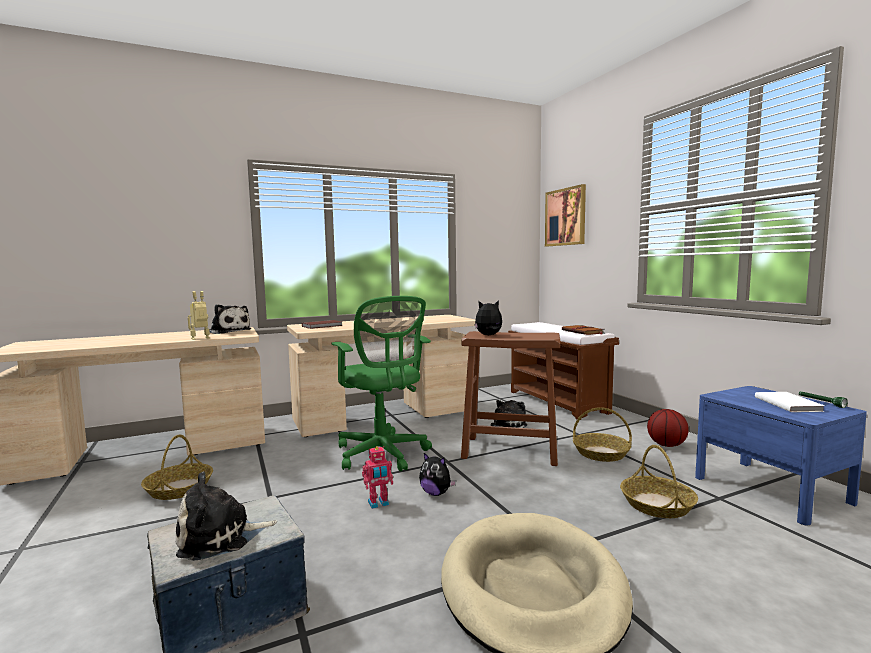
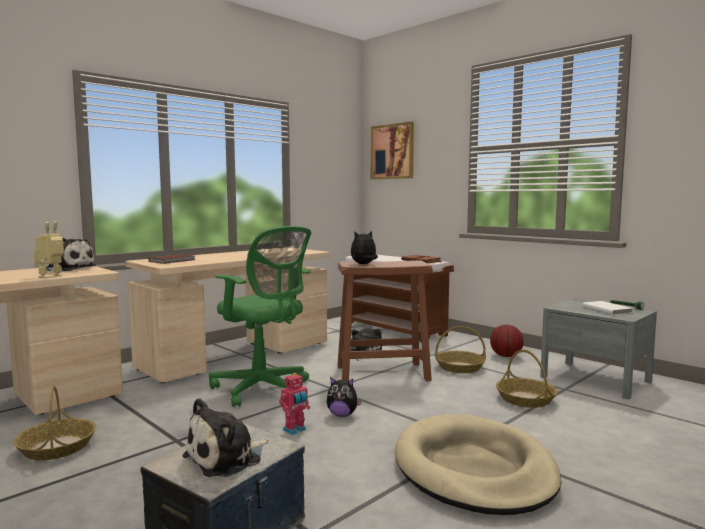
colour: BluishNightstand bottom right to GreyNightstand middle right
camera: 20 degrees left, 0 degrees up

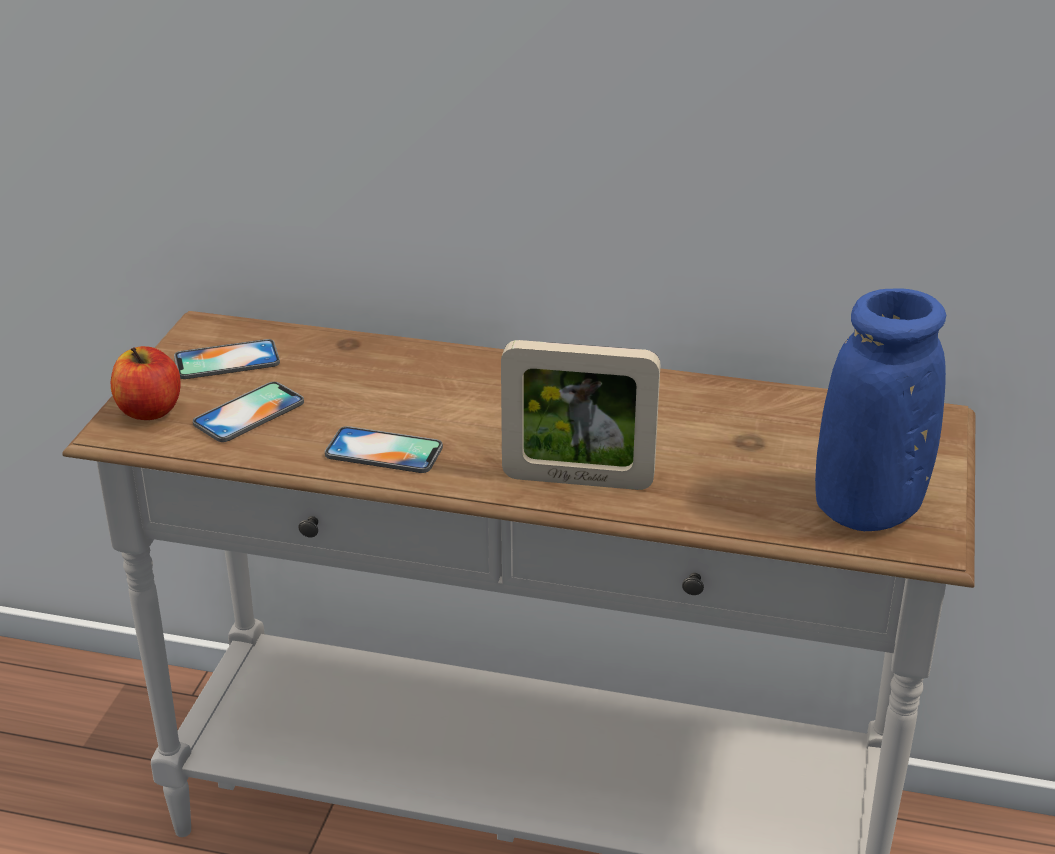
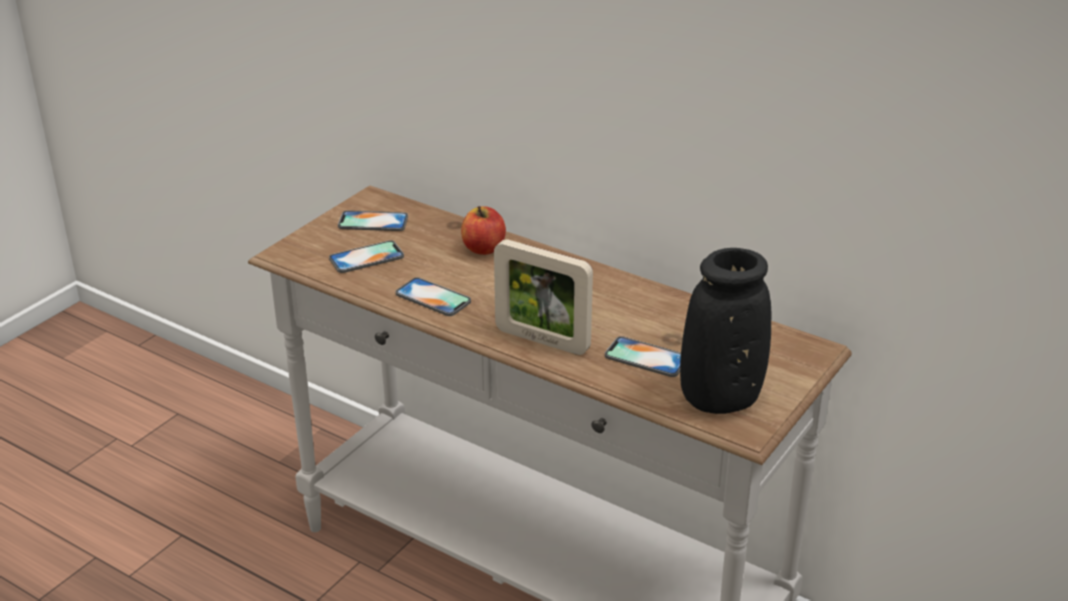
appeared: Handset (no. 4 from left) centre
relocated: WholeApple middle left to centre
colour: BluishVase middle right to BlackishVase middle right
camera: 20 degrees right, 0 degrees up

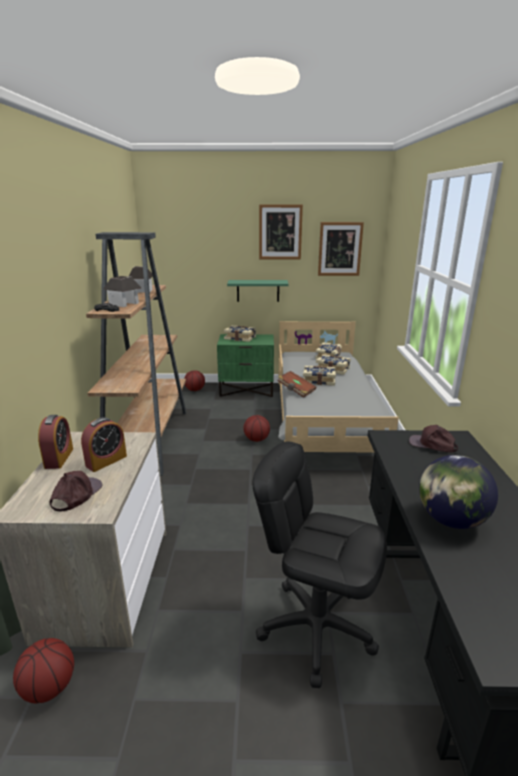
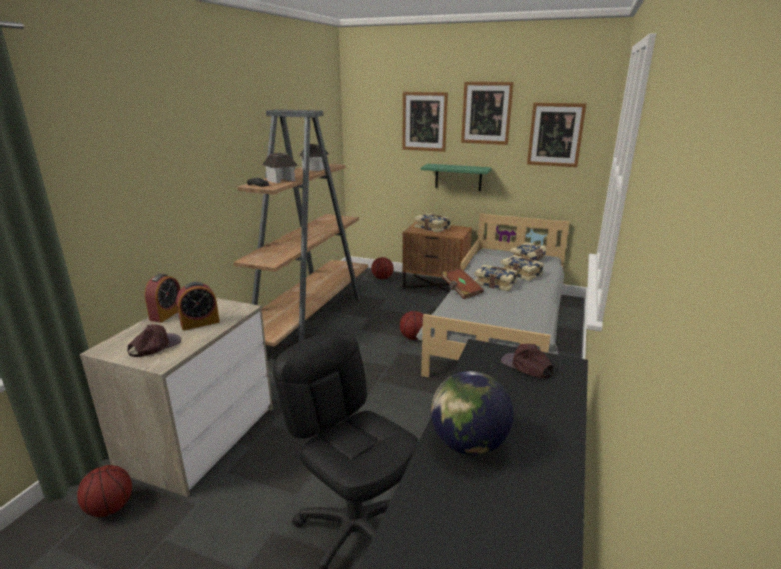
appeared: WallPicture (no. 1 from left) top centre
colour: GreenNightstand centre to BrownColouredNightstand centre
camera: 20 degrees right, 0 degrees up

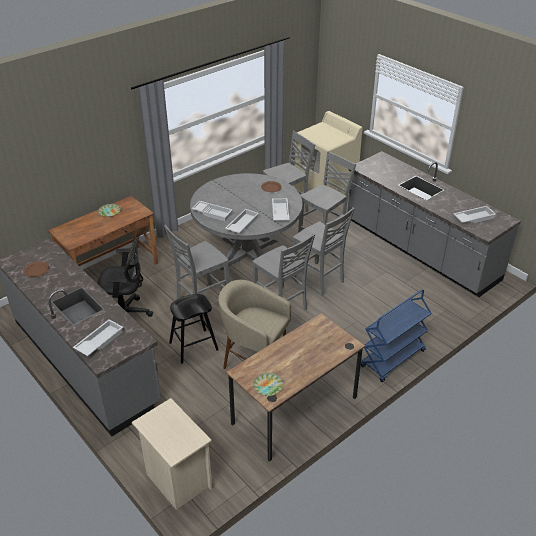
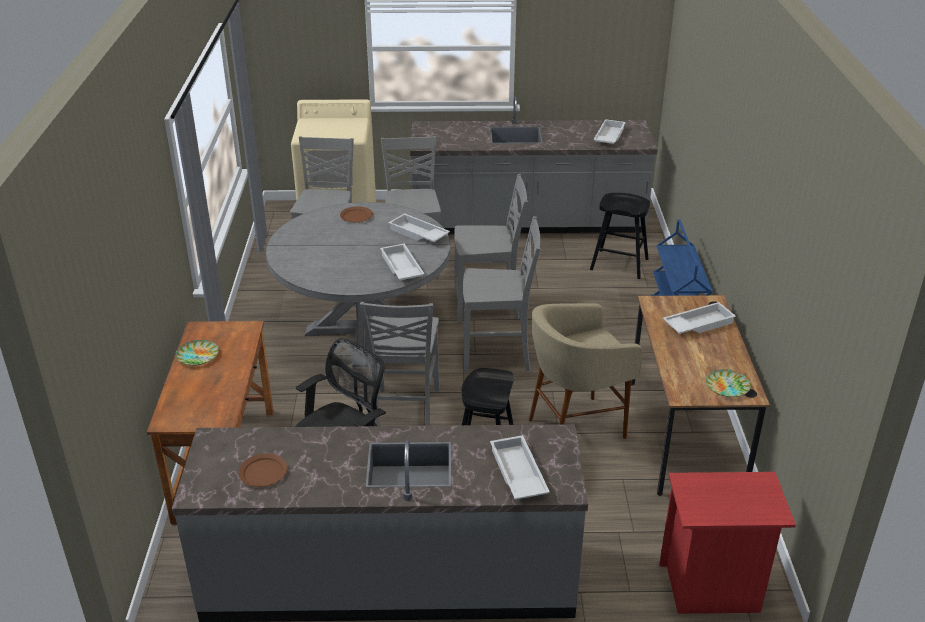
appeared: BlackishStool (no. 2 from left) middle right
relocated: WhitishCarryingTray (no. 2 from left in the first image) centre to WhitishCarryingTray (no. 5 from left) middle right
colour: BeigeNightstand bottom left to ReddishNightstand bottom right
camera: 50 degrees left, 5 degrees down

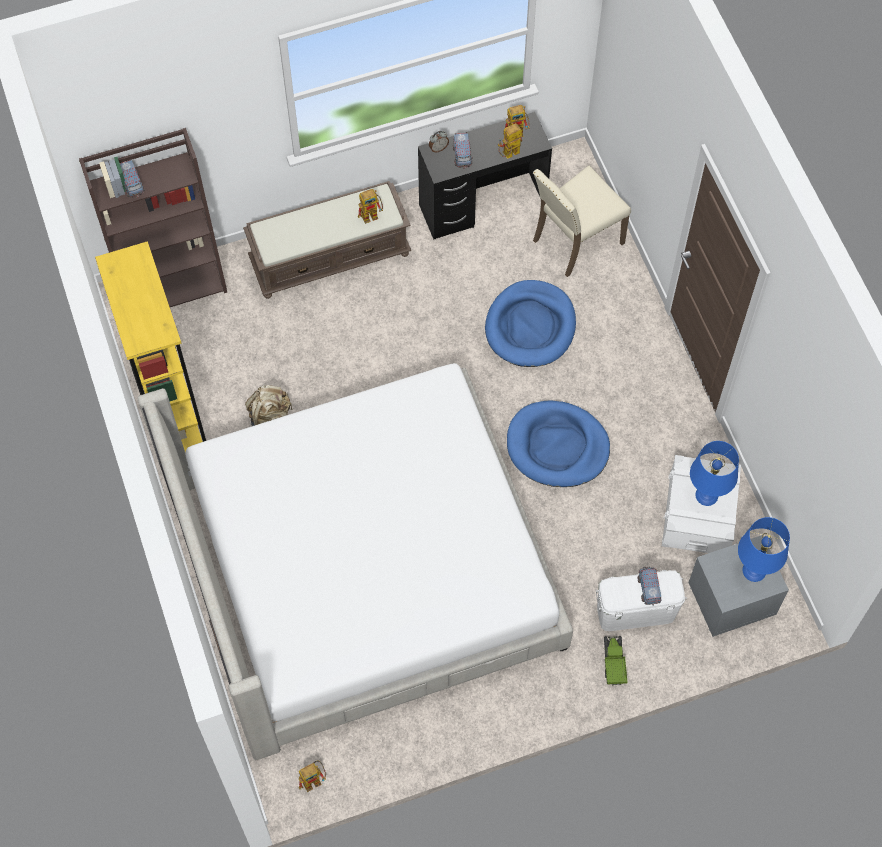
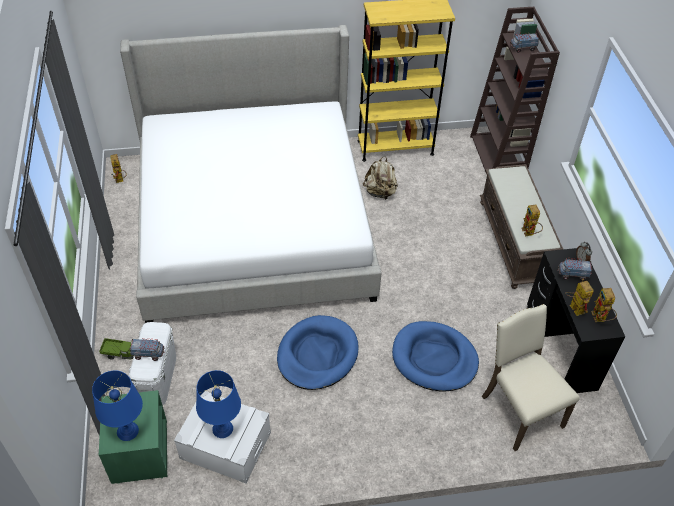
colour: GreyNightstand bottom right to GreenNightstand bottom left
camera: 100 degrees right, 15 degrees down

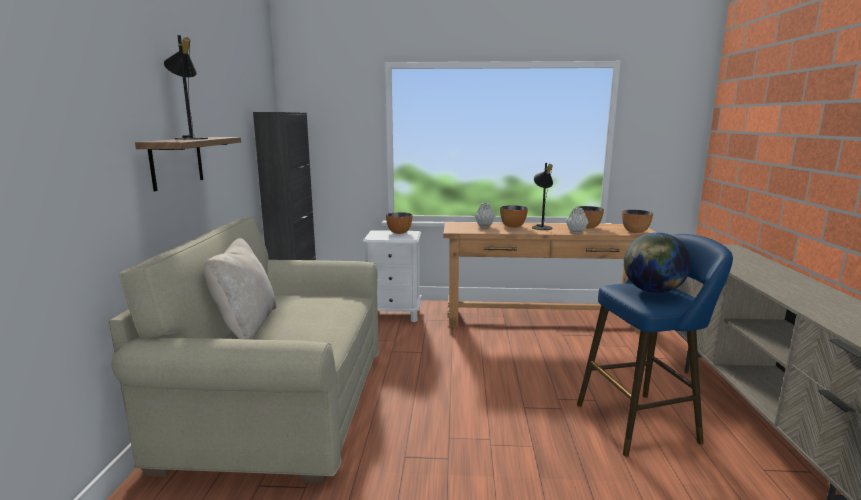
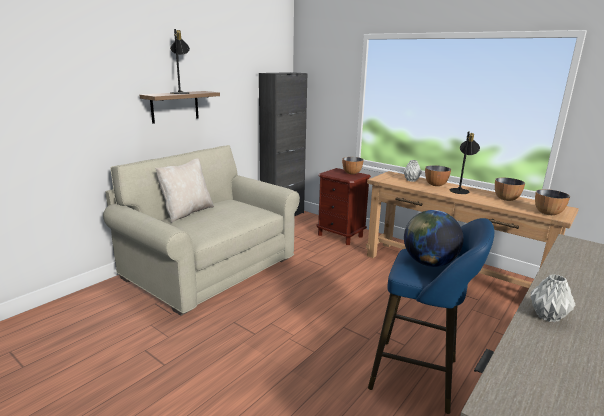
relocated: GreyVase (no. 2 from left) middle right to bottom right
colour: WhitishNightstand centre to BrownColouredNightstand centre
camera: 35 degrees right, 5 degrees up

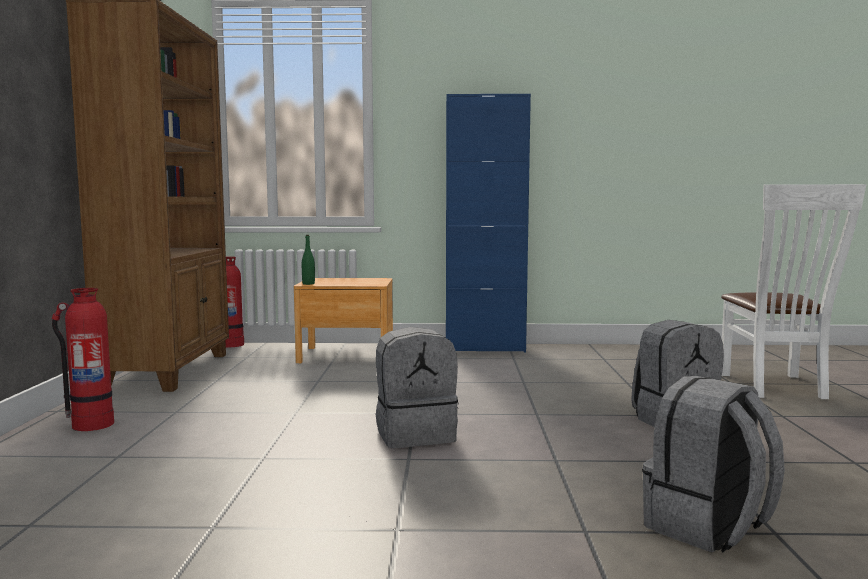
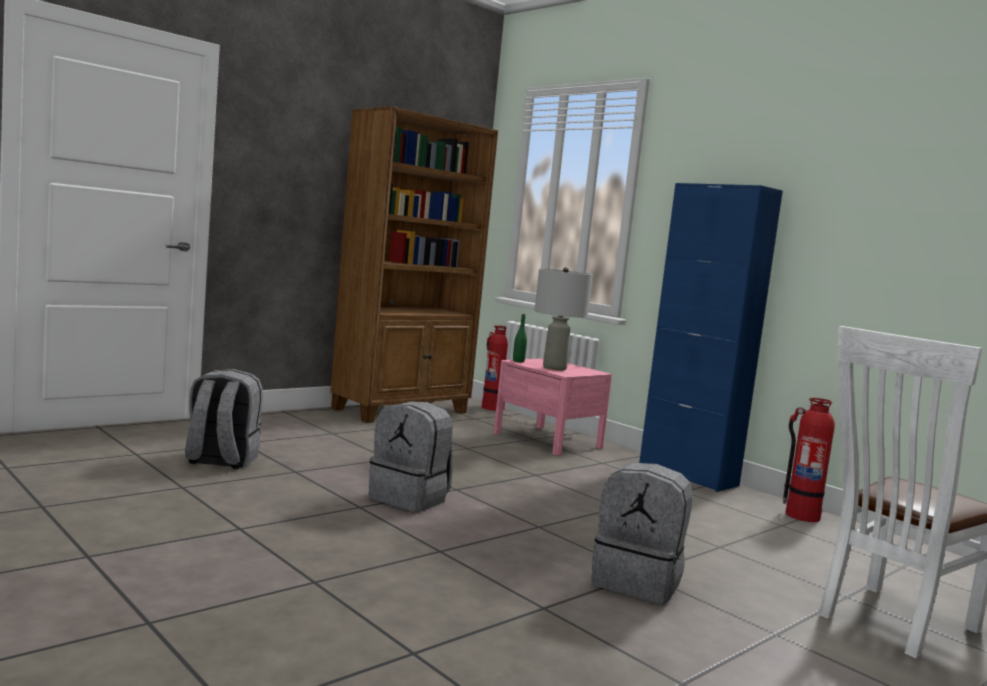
appeared: GreyTabletopLamp centre
relocated: FireFightingCylinder (no. 1 from left in the first image) middle left to FireFightingCylinder (no. 2 from left) bottom right; GreyKnapsack (no. 3 from left in the first image) bottom right to GreyKnapsack (no. 1 from left) middle left
colour: BrownColouredNightstand centre to PinkNightstand centre
camera: 45 degrees right, 0 degrees up

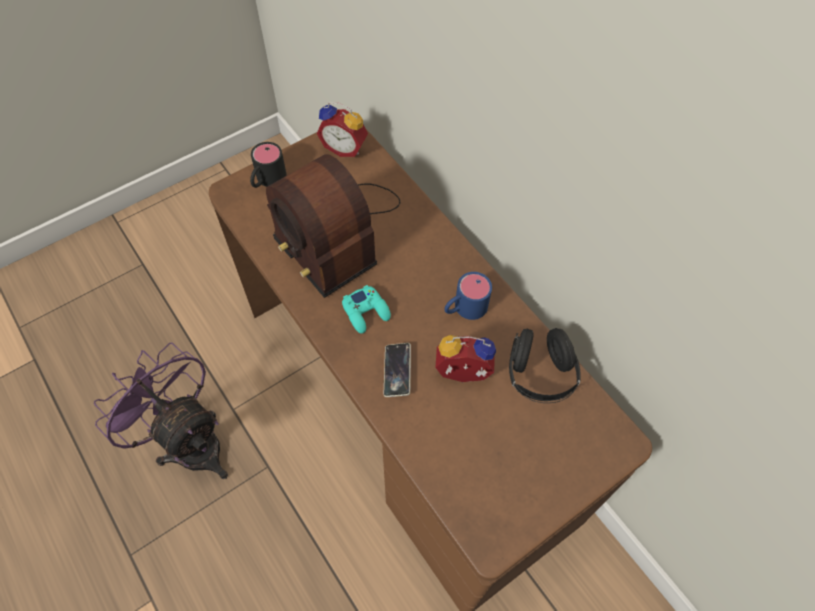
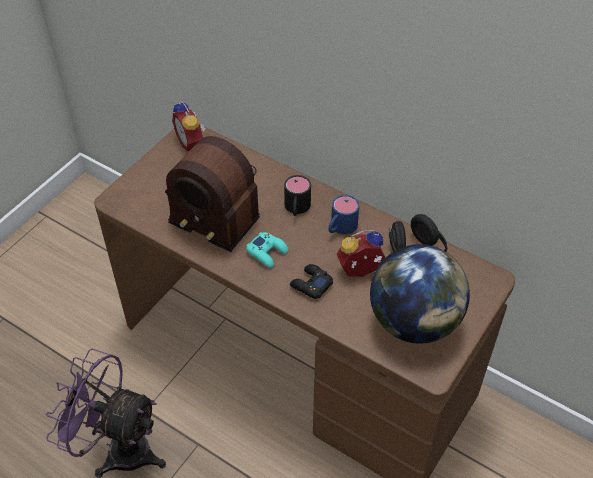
appeared: Globe middle right
relocated: BlackishCoffeeMug top left to centre
exchanged: Handset centre to BlackishGameController centre
spun: AlarmClock (no. 1 from left) top centre = top left 60 degrees clockwise
camera: 20 degrees left, 10 degrees down

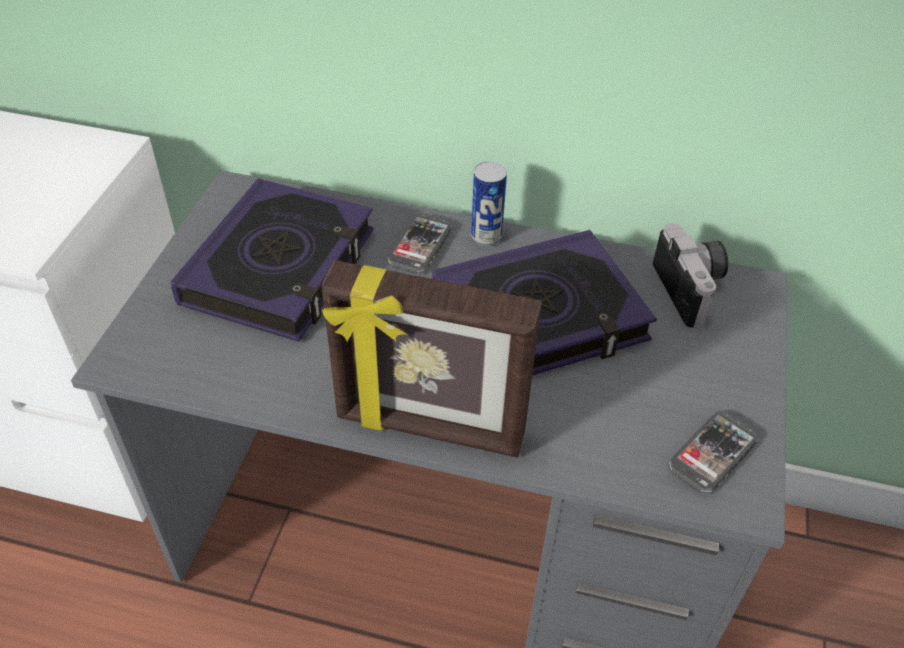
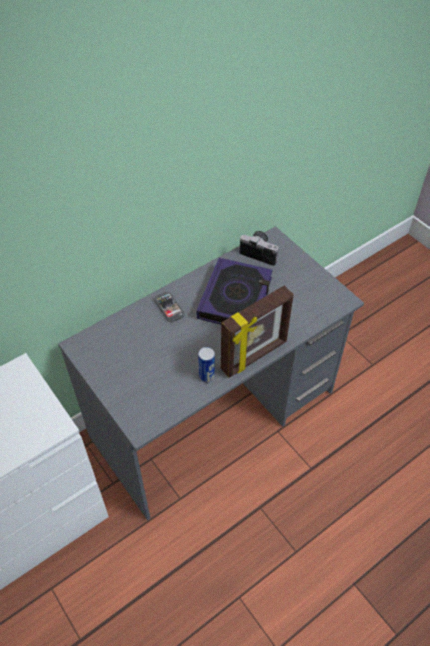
missing: Volume (no. 1 from left) middle left; Handset (no. 2 from left) bottom right
relocated: MetalCan top centre to centre
camera: 50 degrees left, 5 degrees up

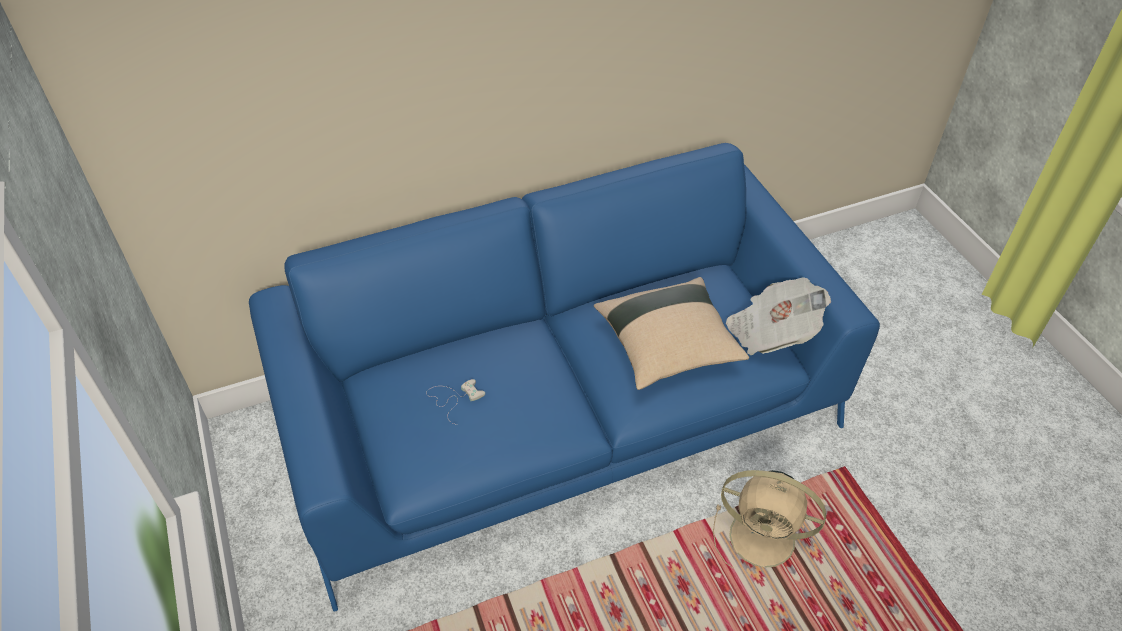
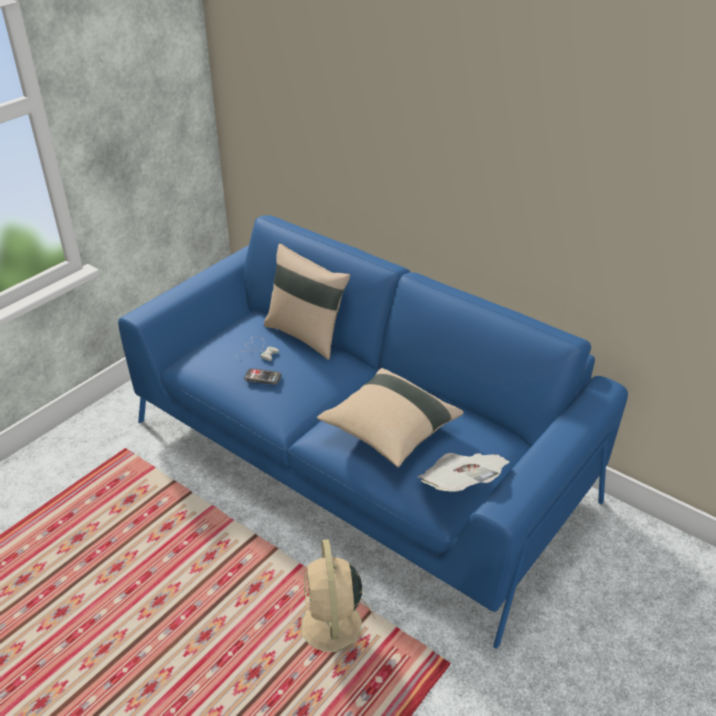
appeared: BeigePillow (no. 1 from left) centre; Handset centre
camera: 60 degrees right, 10 degrees down

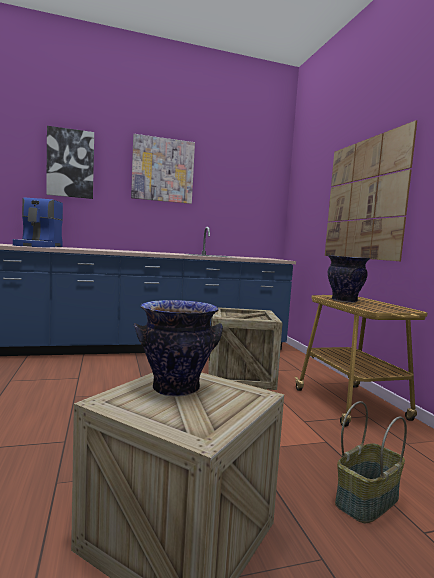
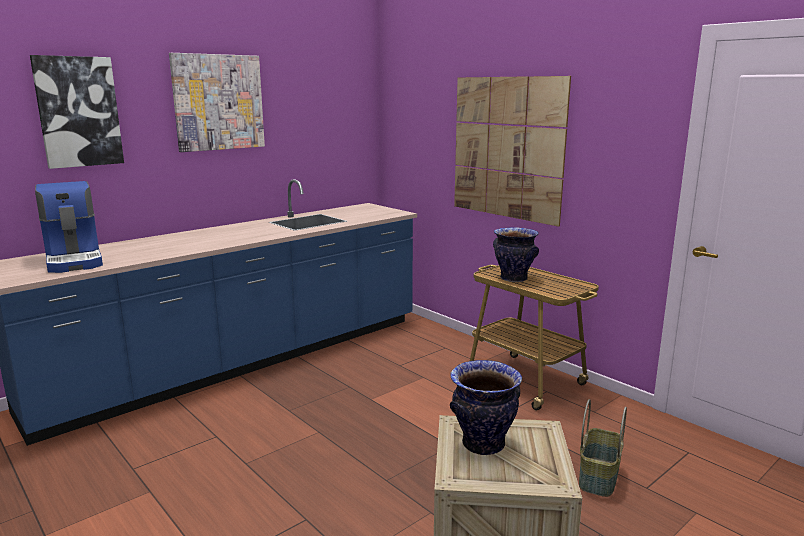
missing: Crate (no. 2 from left) centre
camera: 25 degrees left, 10 degrees up

